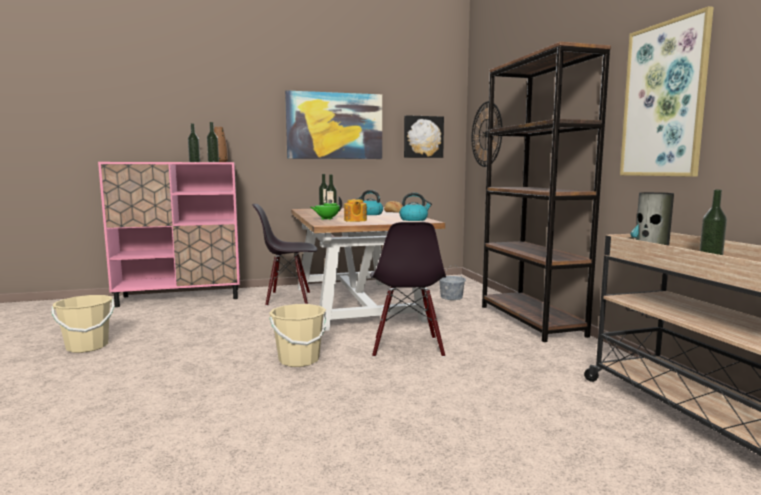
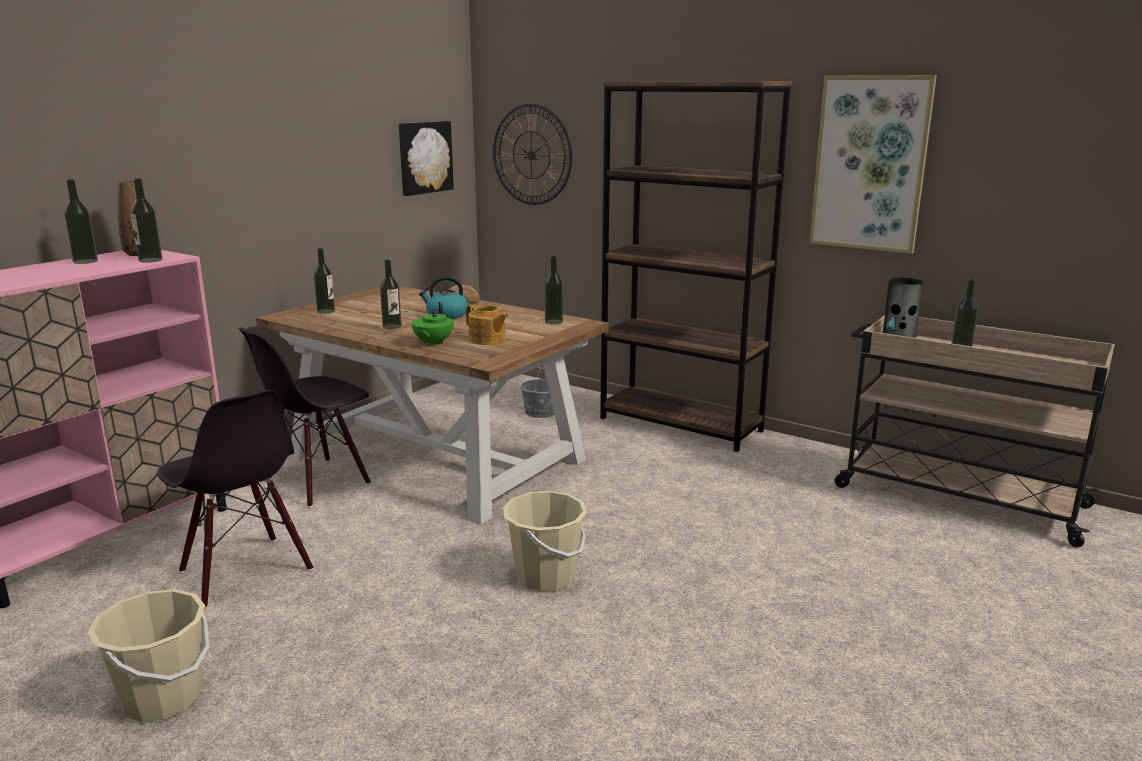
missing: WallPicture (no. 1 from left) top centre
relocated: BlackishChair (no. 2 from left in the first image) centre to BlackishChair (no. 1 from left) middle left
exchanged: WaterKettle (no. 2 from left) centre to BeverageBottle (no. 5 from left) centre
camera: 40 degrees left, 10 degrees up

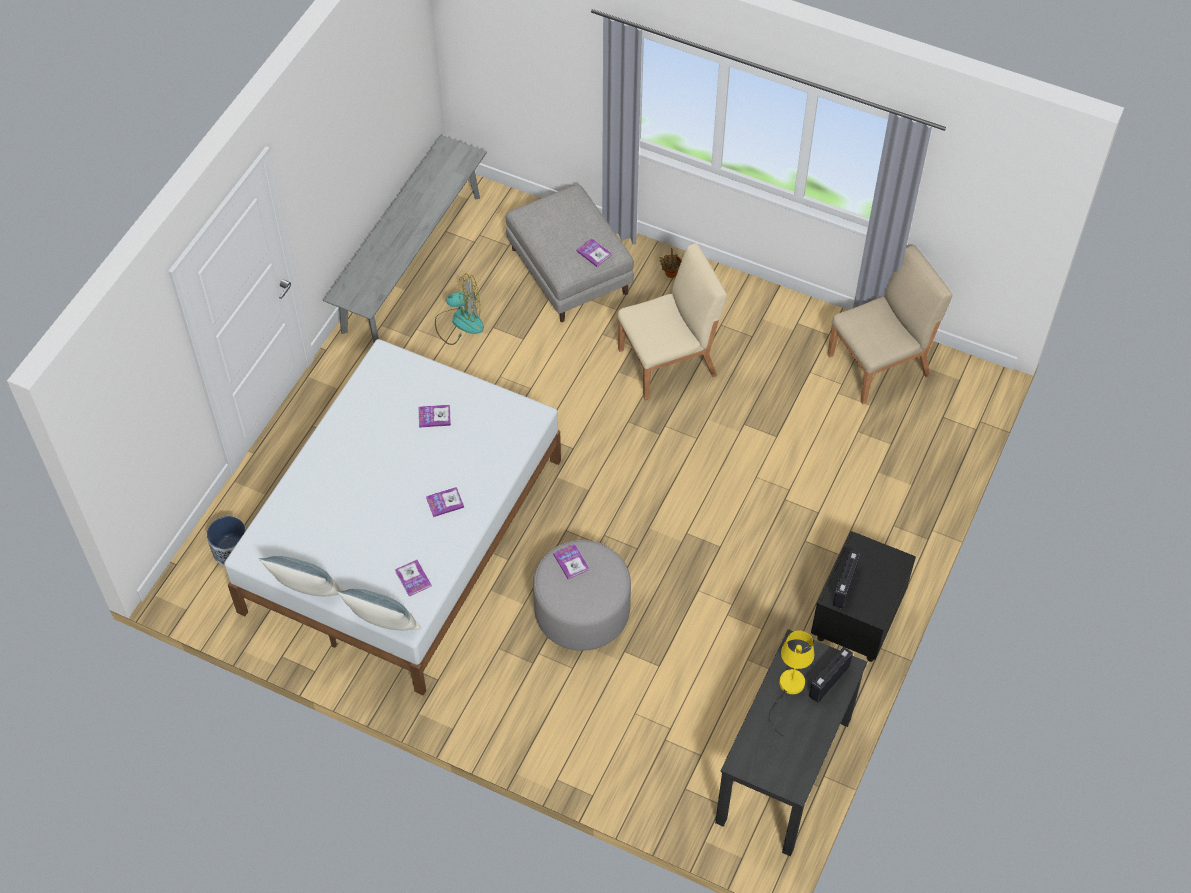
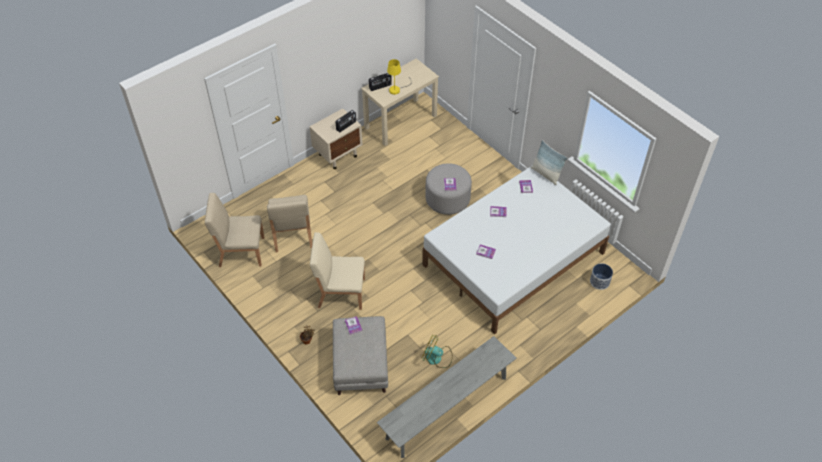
missing: Pillow (no. 1 from left) middle left
appeared: BeigeChair (no. 2 from left) centre
colour: BlackishNightstand bottom right to BeigeNightstand top centre; BlackishDeskTable bottom centre to BeigeDeskTable top centre
camera: 155 degrees left, 5 degrees down

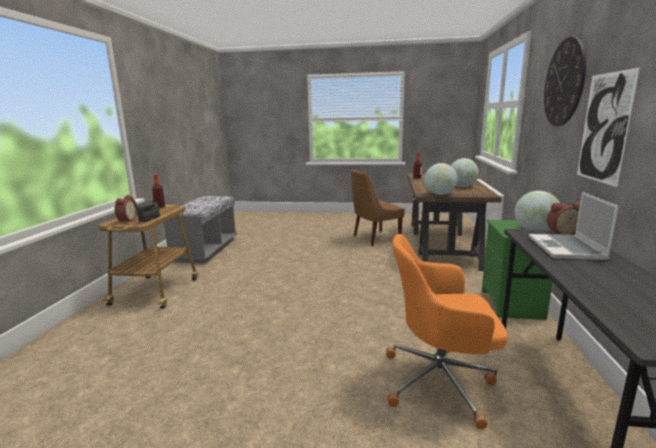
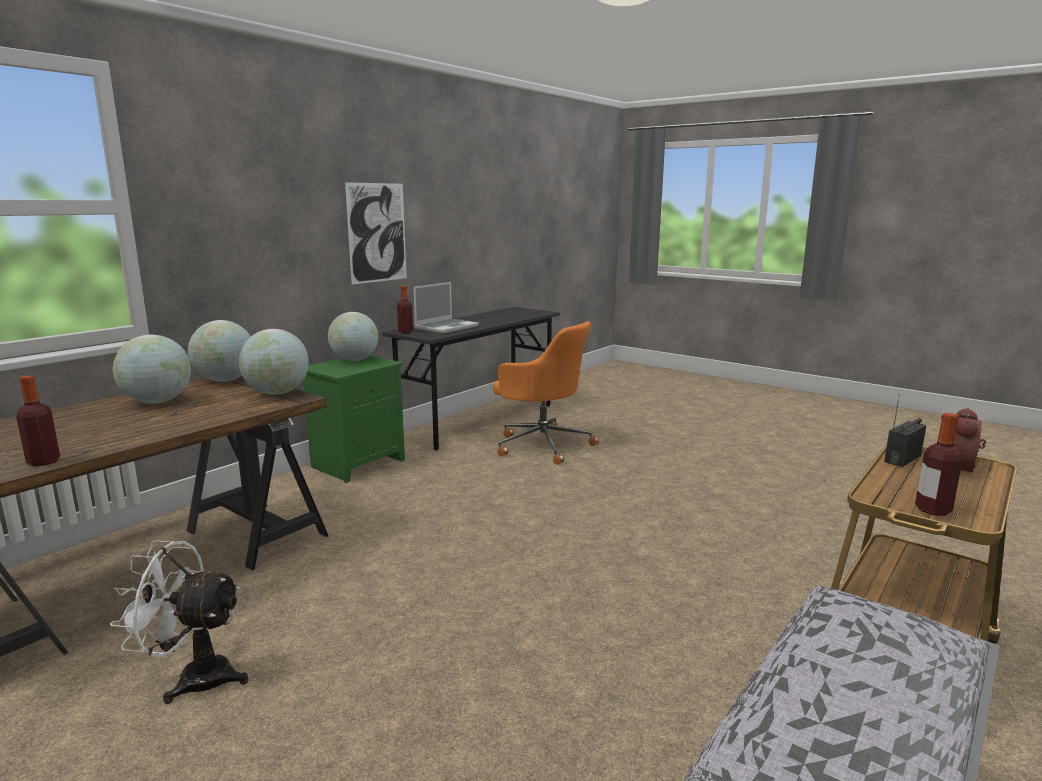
missing: ClockOnTheWall top right
appeared: Globe (no. 2 from left) middle left
exchanged: BrownColouredChair centre to WhitishCoolingFan bottom left; AlarmClock (no. 2 from left) middle right to BeverageBottle (no. 2 from left) centre
camera: 150 degrees left, 0 degrees up

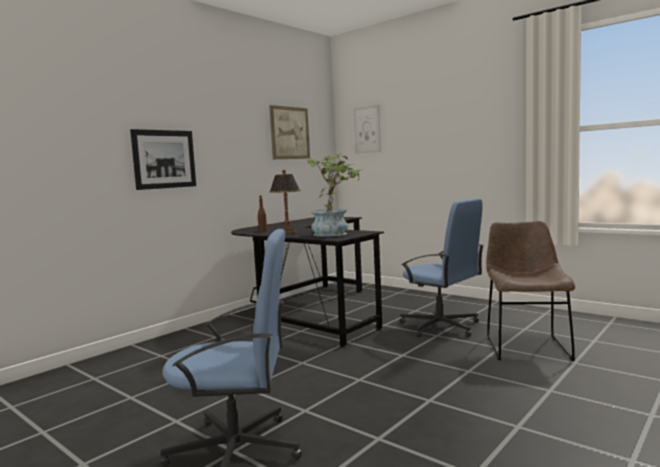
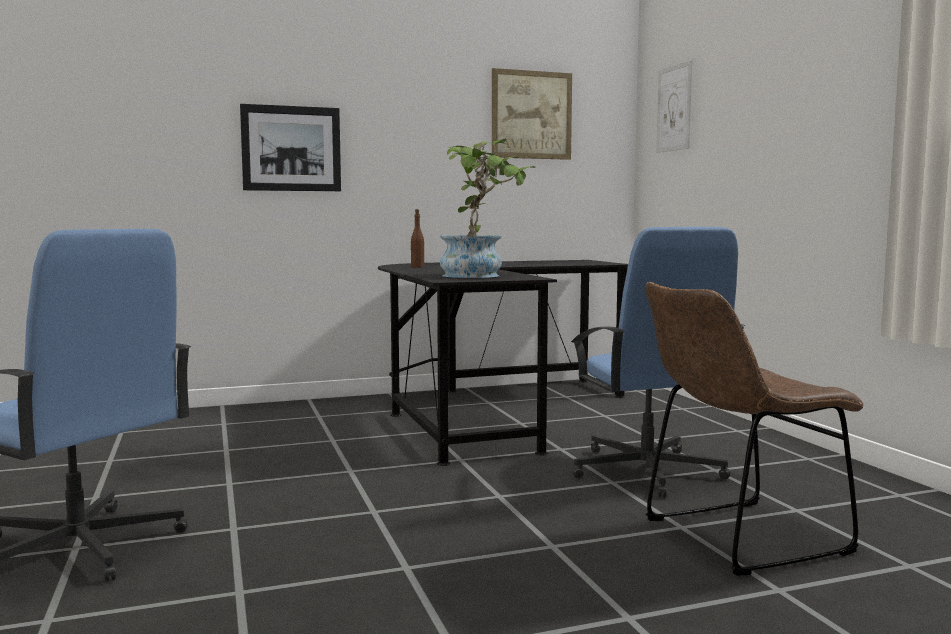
missing: TabletopLamp centre
spun: BrownColouredChair middle right = bottom right 150 degrees counterclockwise
camera: 30 degrees right, 0 degrees up

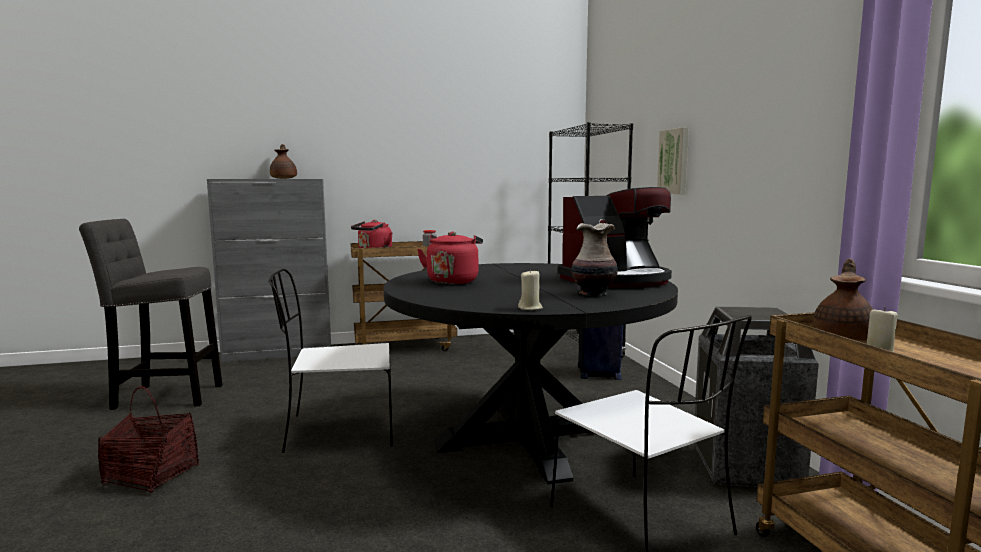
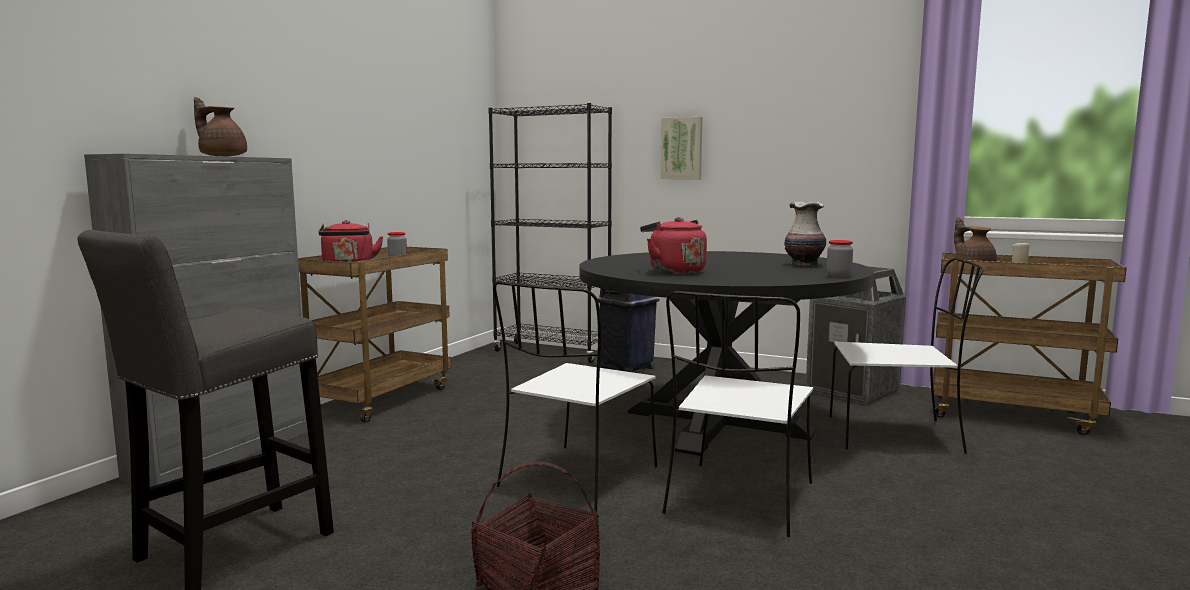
missing: CoffeeBrewer centre
appeared: WhitishChair (no. 2 from left) bottom centre
exchanged: BeigeCandle (no. 1 from left) centre to StorageJar (no. 2 from left) middle right
camera: 50 degrees left, 0 degrees up

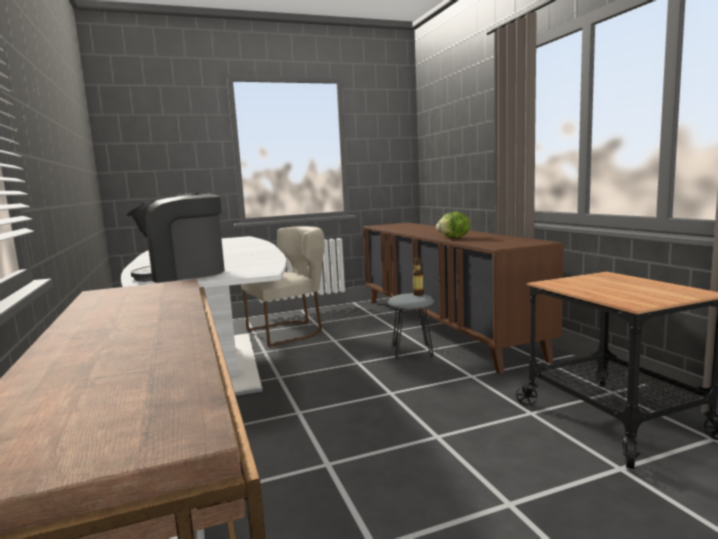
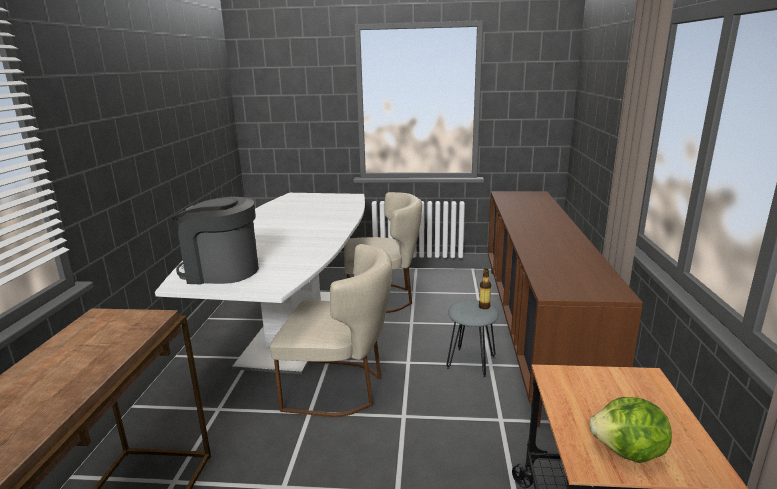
appeared: BeigeChair (no. 1 from left) bottom centre
relocated: HeadOfLettuce centre to bottom right
camera: 25 degrees right, 10 degrees up

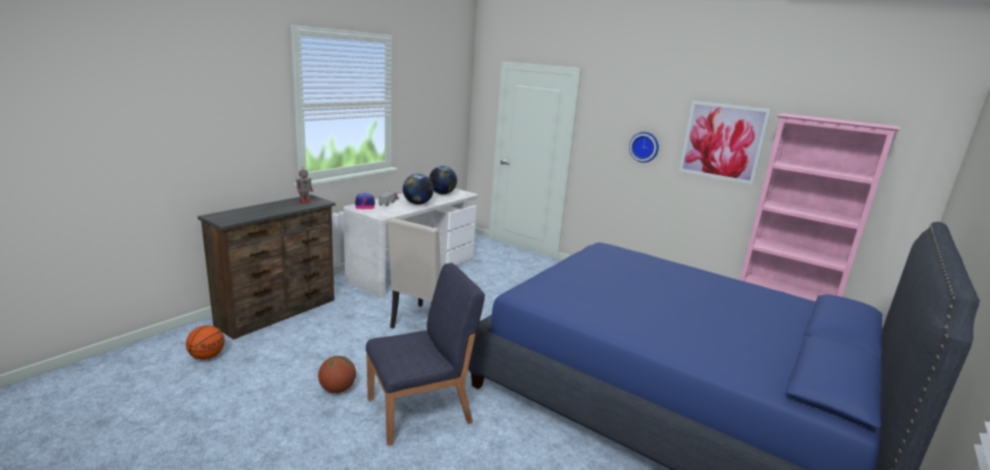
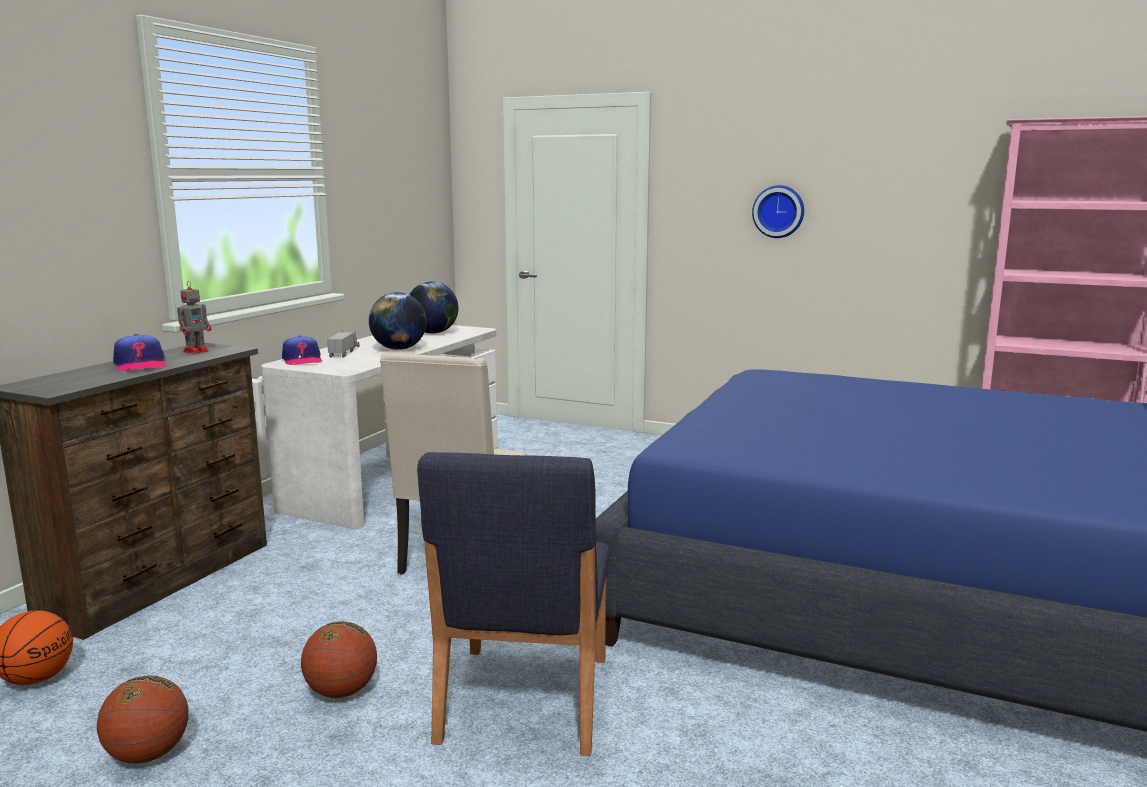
missing: WallPicture top right
appeared: BaseballCap (no. 1 from left) middle left; BasketballBall (no. 2 from left) bottom left
spun: BluishChair bottom centre = bottom centre 135 degrees clockwise
camera: 10 degrees left, 5 degrees down

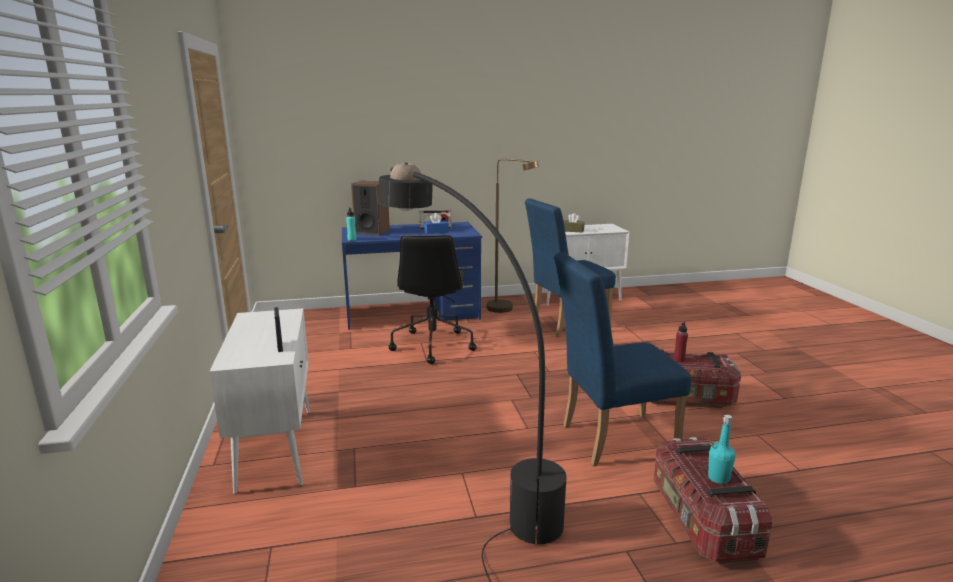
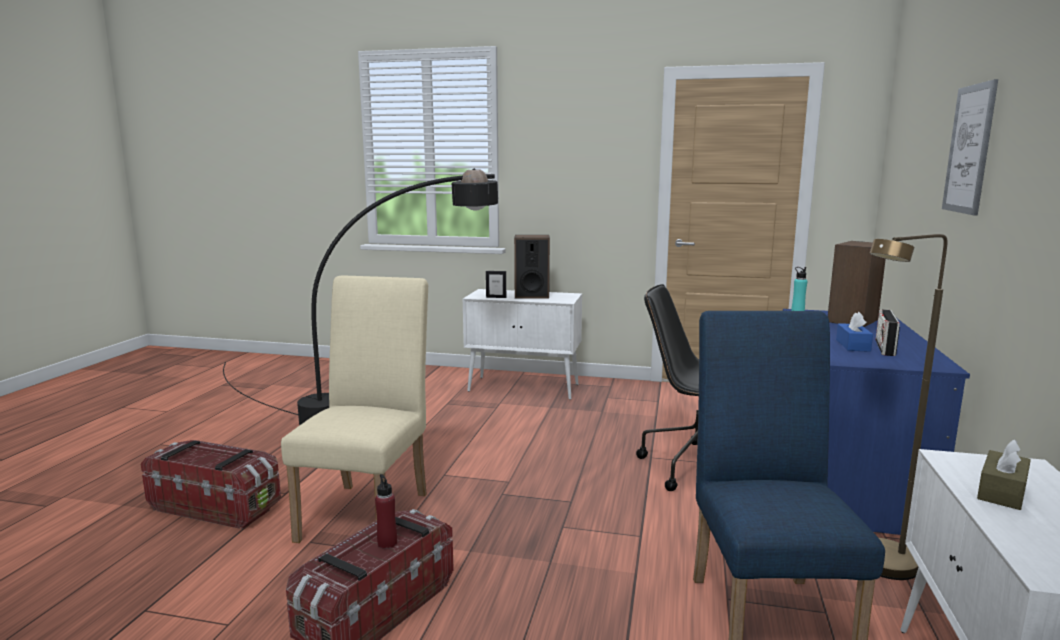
missing: BlueGreenBeverageBottle (no. 2 from left) bottom right
appeared: WallPicture top right; AudioSpeaker (no. 1 from left) centre
colour: BluishChair (no. 2 from left) centre to BeigeChair centre
camera: 115 degrees right, 5 degrees down

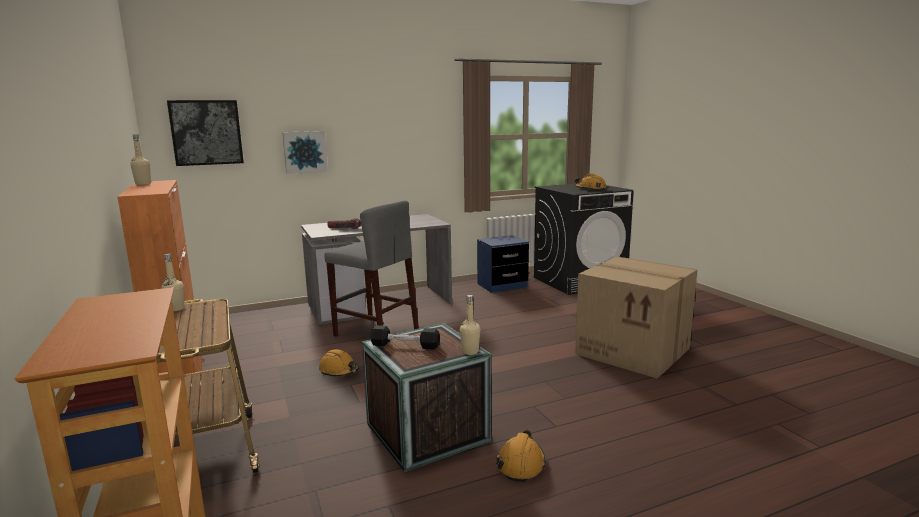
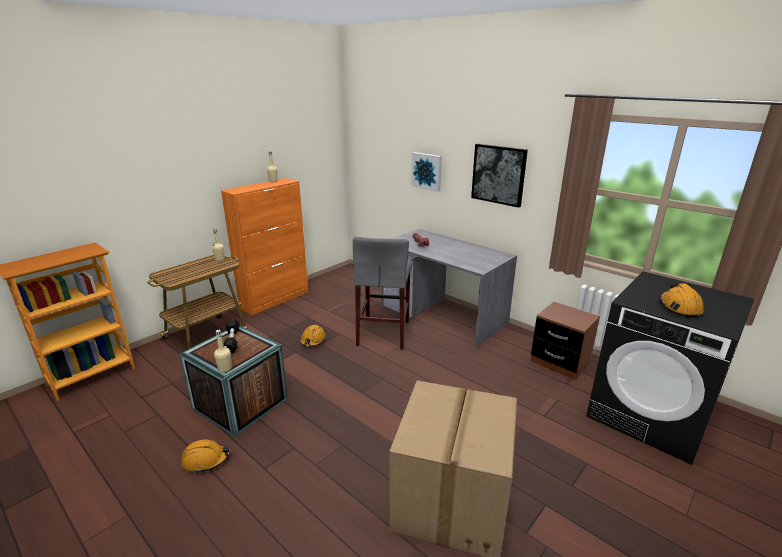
relocated: WallPicture (no. 1 from left in the first image) top left to WallPicture (no. 2 from left) top centre
colour: BluishNightstand centre to BrownColouredNightstand middle right
camera: 65 degrees right, 10 degrees up

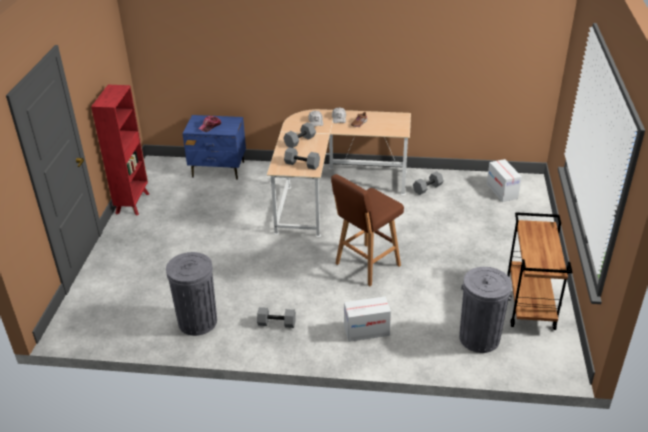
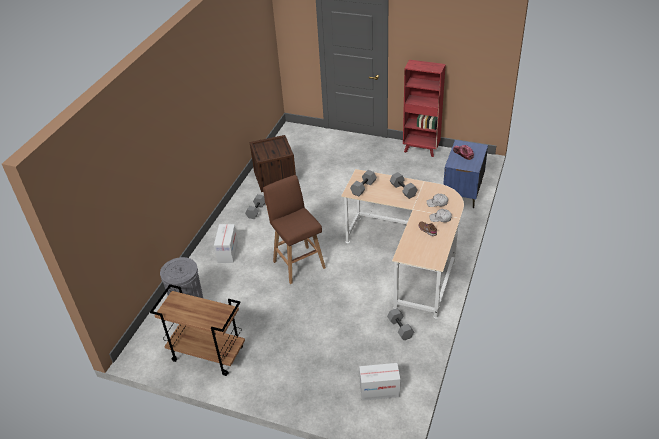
exchanged: GreyWasteBin (no. 1 from left) bottom left to Crate centre
camera: 105 degrees right, 5 degrees up

